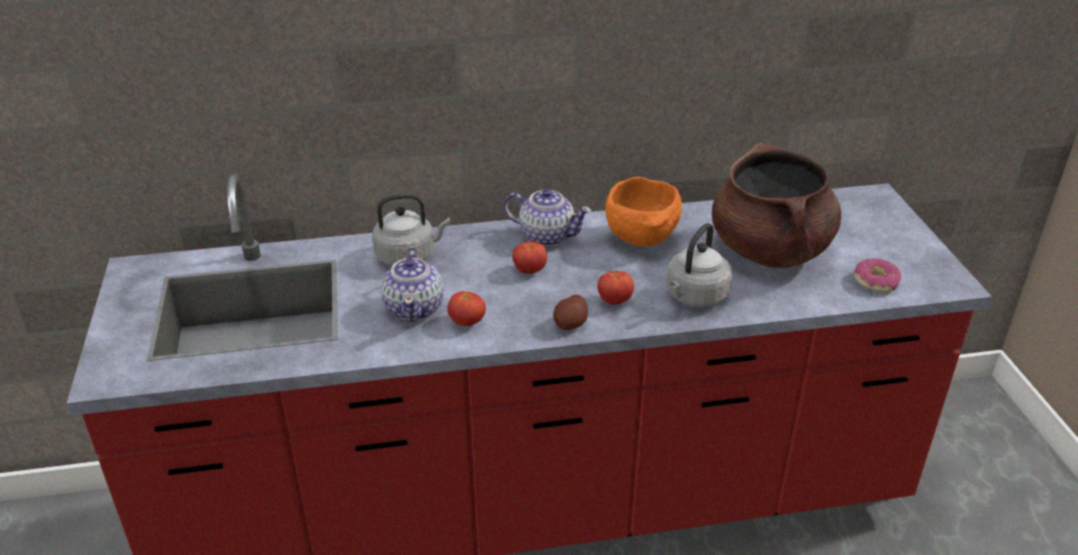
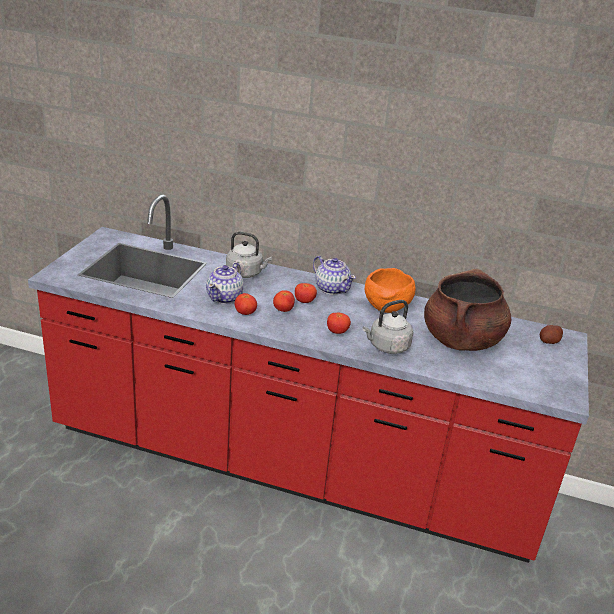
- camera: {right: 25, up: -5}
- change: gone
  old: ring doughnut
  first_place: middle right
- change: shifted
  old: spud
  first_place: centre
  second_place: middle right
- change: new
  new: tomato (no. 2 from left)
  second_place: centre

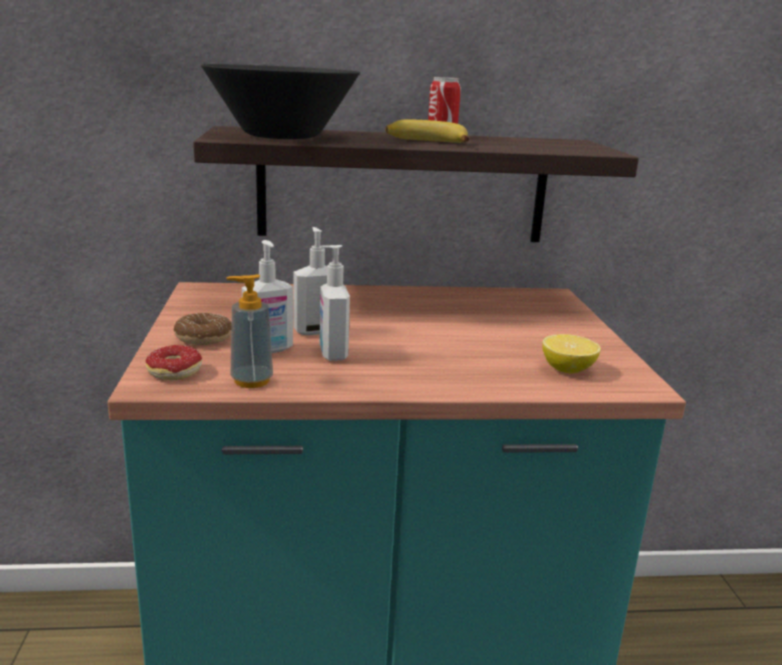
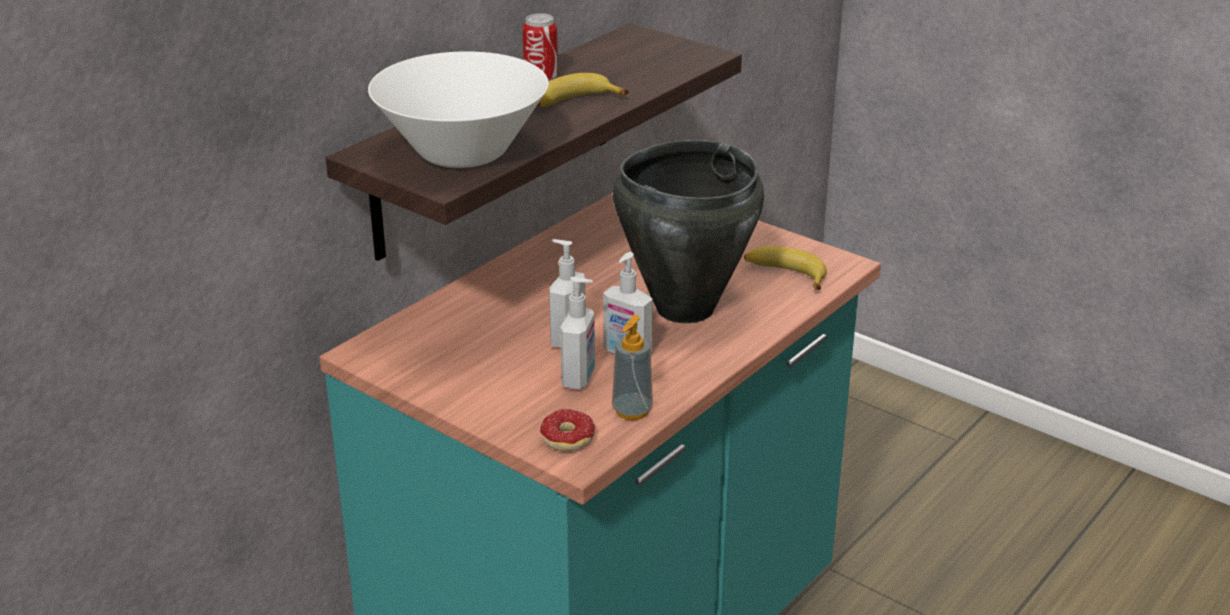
- camera: {right: -45, up: 10}
- change: repainted
  old: blackish bowl
  new: white bowl
  first_place: top centre
  second_place: top centre
- change: gone
  old: ring doughnut (no. 2 from left)
  first_place: middle left
- change: swapped
  old: citrus fruit
  new: banana fruit (no. 2 from left)
  first_place: middle right
  second_place: centre
- change: new
  new: blackish saucepot
  second_place: centre

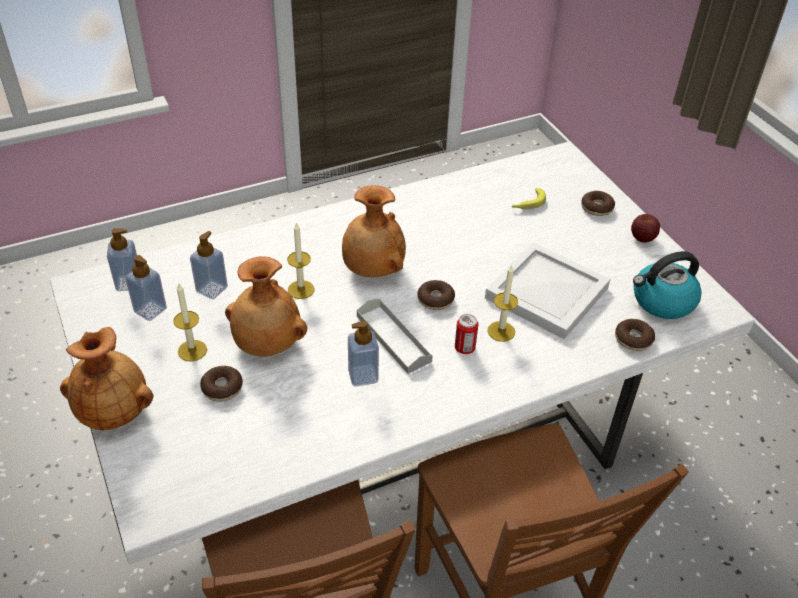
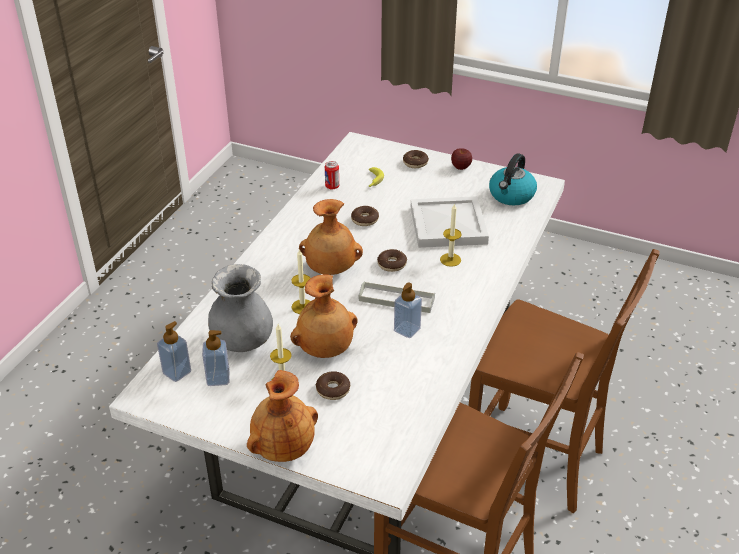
- camera: {right: -40, up: -5}
- change: swapped
  old: liquid soap bottle (no. 3 from left)
  new: grey vase
  first_place: middle left
  second_place: middle left
- change: shifted
  old: metal can
  first_place: centre
  second_place: top centre
- change: shifted
  old: ring doughnut (no. 4 from left in the first image)
  new: ring doughnut (no. 2 from left)
  first_place: middle right
  second_place: centre

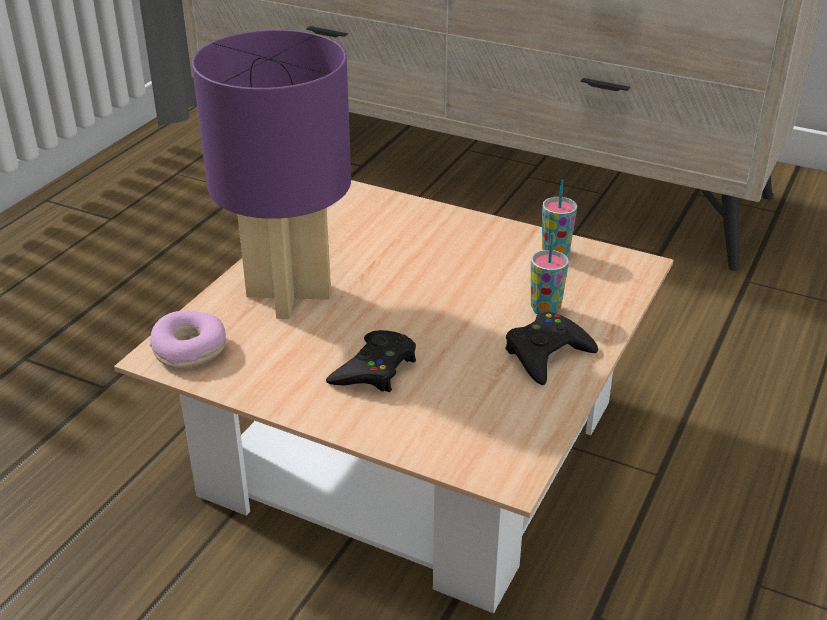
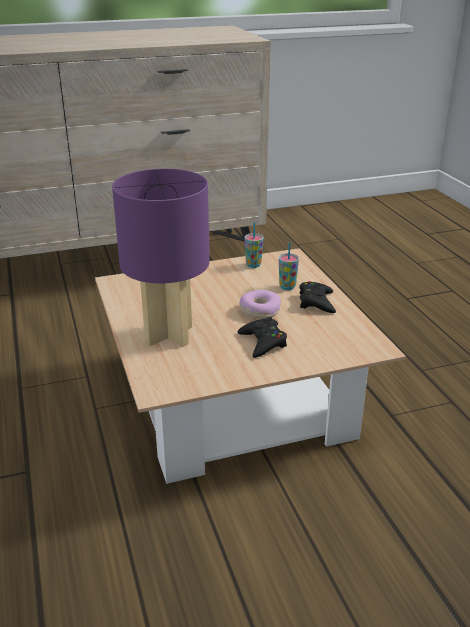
- camera: {right: -45, up: -5}
- change: shifted
  old: ring doughnut
  first_place: middle left
  second_place: centre

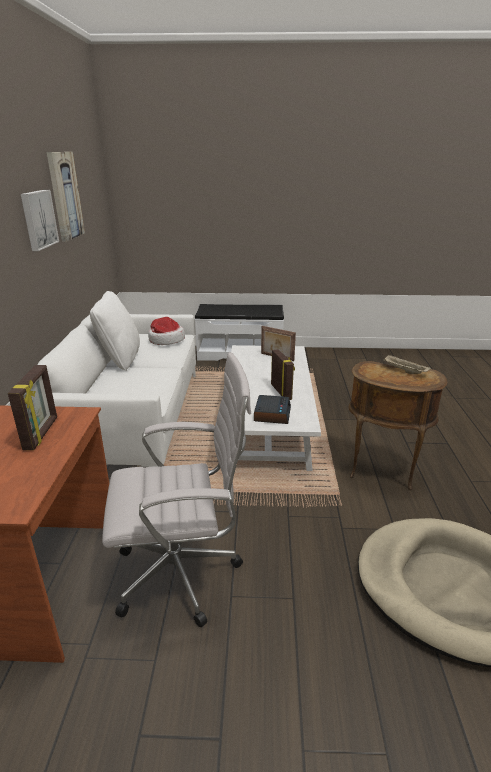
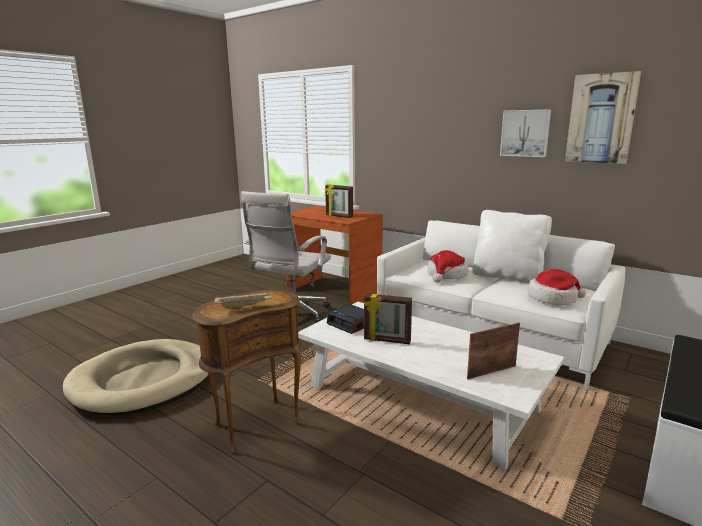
- camera: {right: 125, up: -10}
- change: new
  new: clothing hat (no. 1 from left)
  second_place: centre

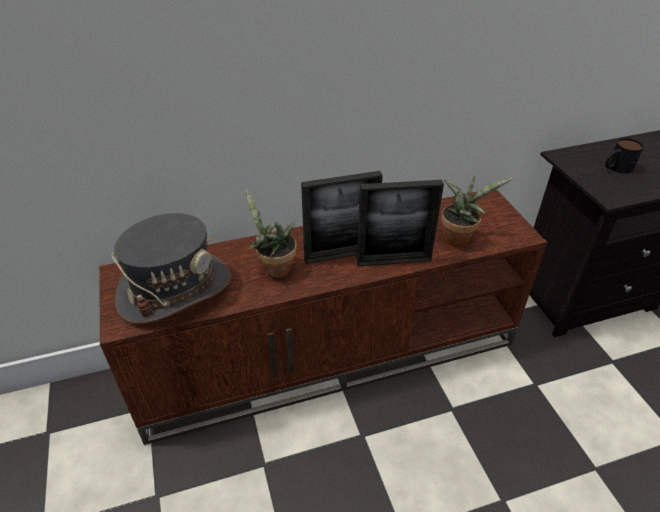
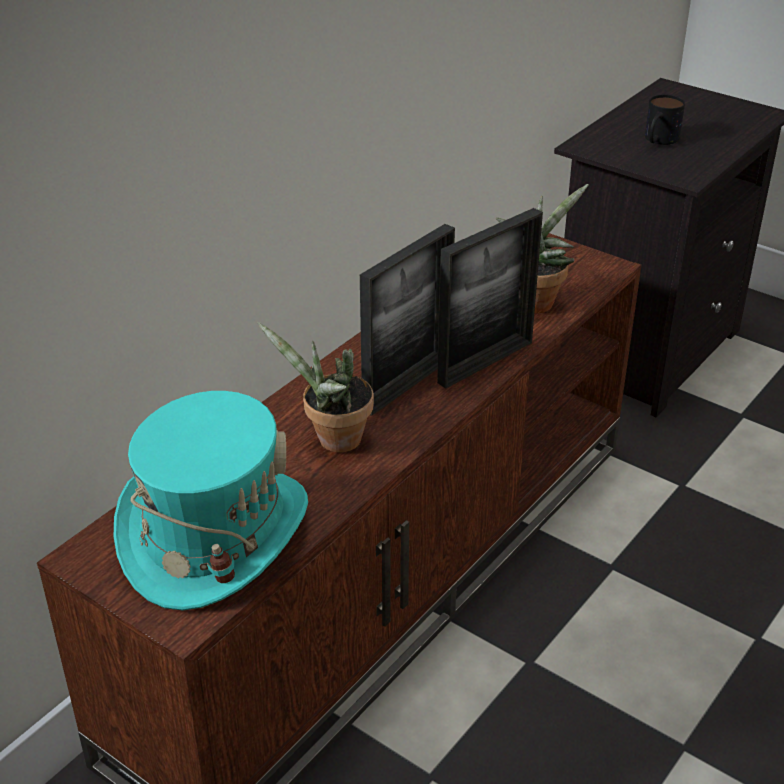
- camera: {right: -35, up: -5}
- change: repainted
  old: grey clothing hat
  new: turquoise clothing hat
  first_place: middle left
  second_place: middle left

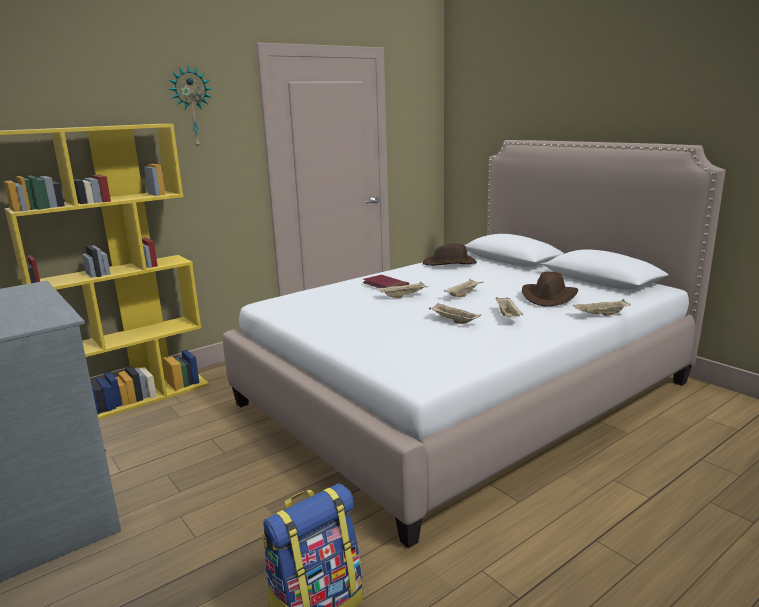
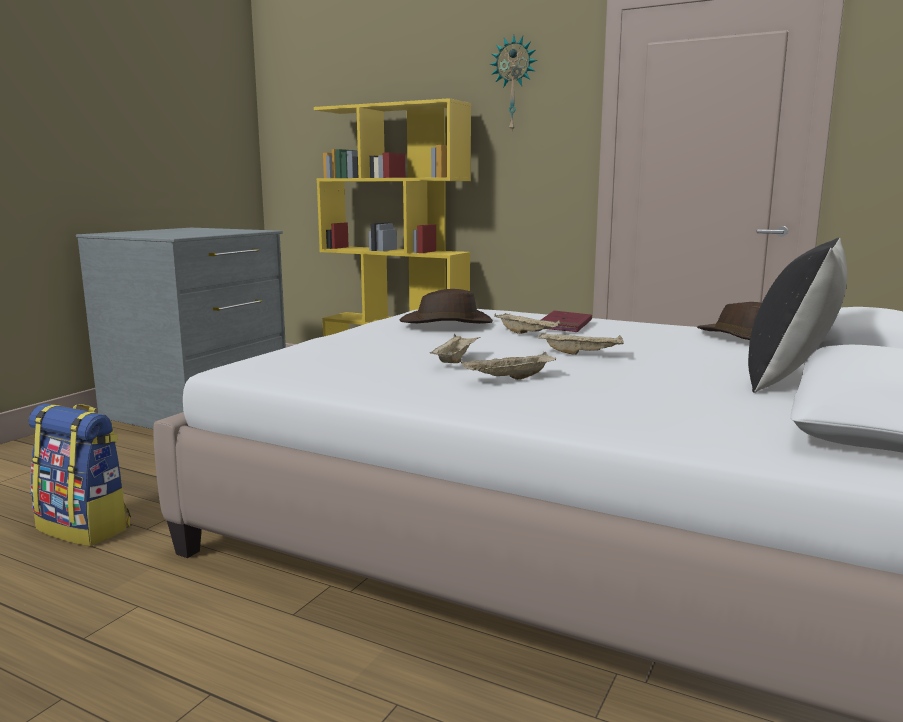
- camera: {right: 65, up: -5}
- change: shifted
  old: brown-coloured clothing hat (no. 2 from left in the first image)
  new: brown-coloured clothing hat (no. 1 from left)
  first_place: middle right
  second_place: centre
- change: gone
  old: beige-coloured carrying tray (no. 5 from left)
  first_place: middle right
- change: new
  new: blackish throw pillow
  second_place: middle right

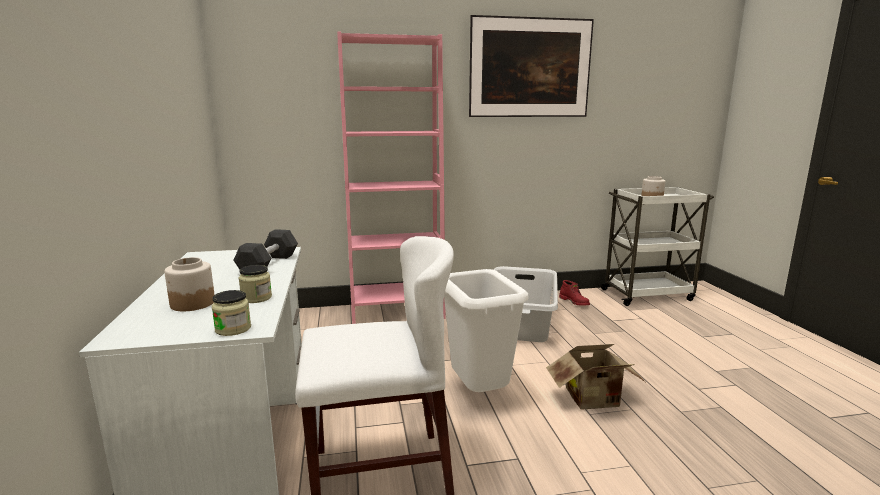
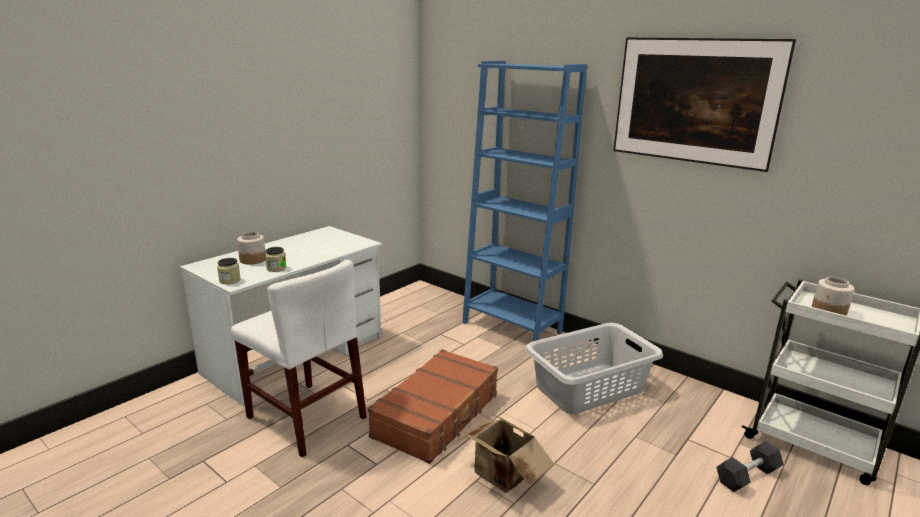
- camera: {right: 50, up: 5}
- change: repainted
  old: pinkish bookshelf
  new: blue-coloured bookshelf
  first_place: centre
  second_place: centre
- change: shifted
  old: blackish hand weight
  first_place: middle left
  second_place: bottom right
- change: swapped
  old: white waste bin
  new: brown-coloured suitcase
  first_place: bottom centre
  second_place: bottom centre
- change: gone
  old: red tall boot
  first_place: centre

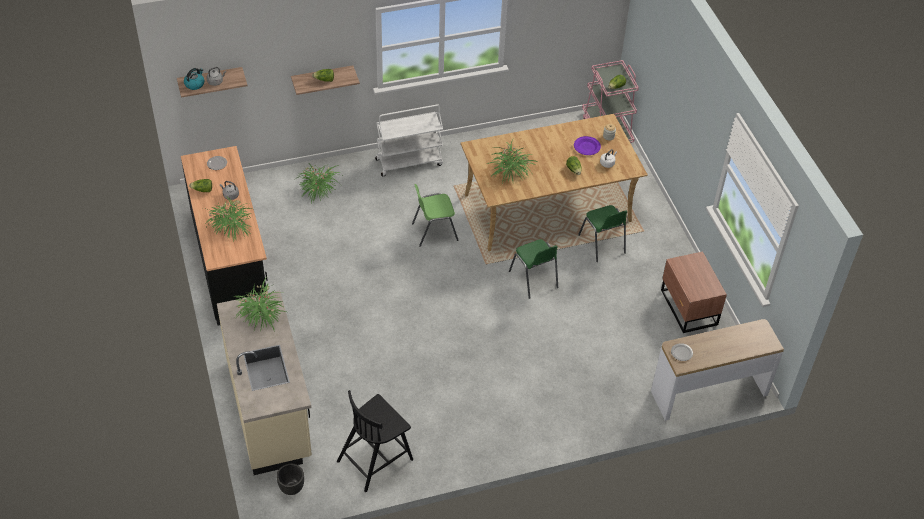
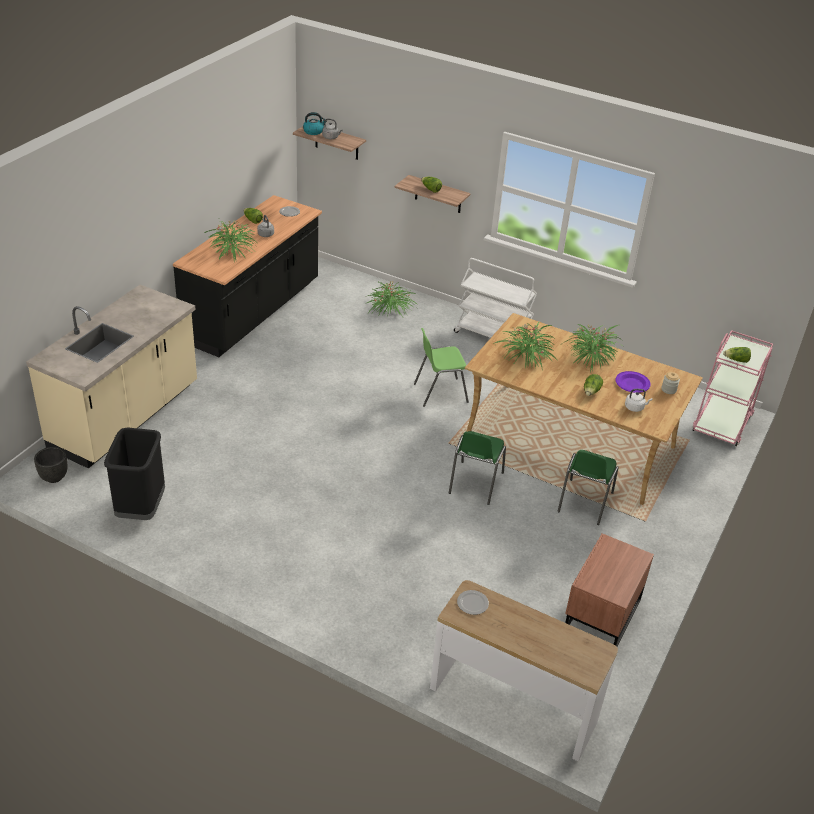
- camera: {right: 45, up: -10}
- change: rotated
  old: greenish plain chair (no. 1 from left)
  first_place: centre
  second_place: centre
  degrees: -45
- change: shifted
  old: houseplant (no. 2 from left in the first image)
  new: houseplant (no. 4 from left)
  first_place: middle left
  second_place: middle right
- change: swapped
  old: blackish plain chair
  new: blackish waste bin
  first_place: bottom centre
  second_place: middle left

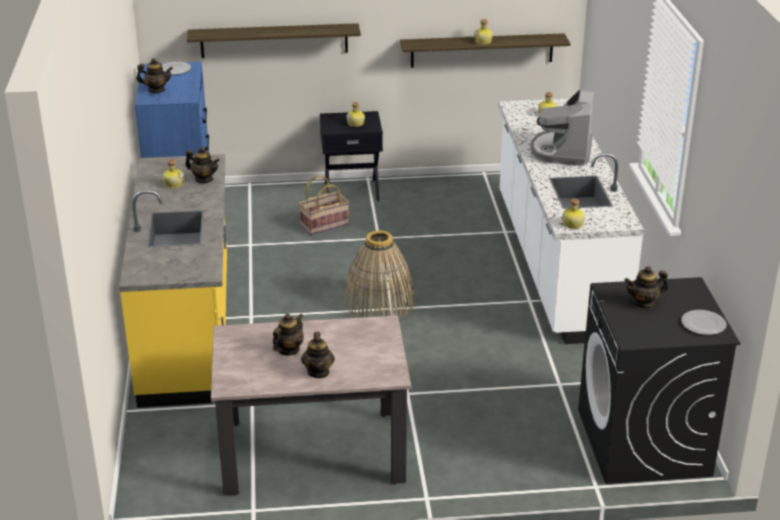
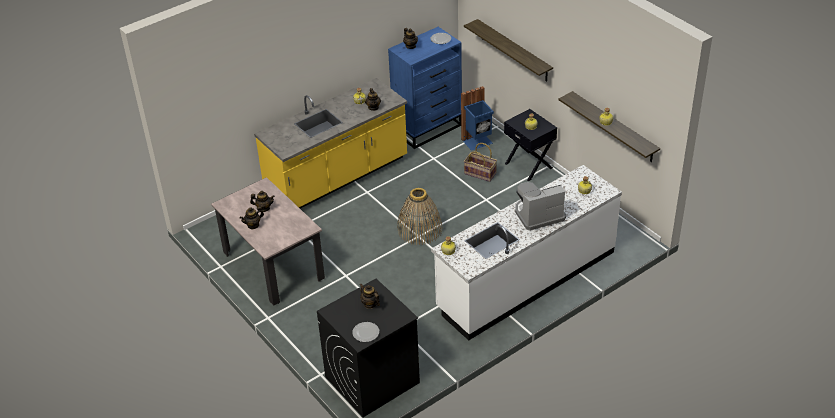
- camera: {right: 60, up: 10}
- change: new
  new: blue-coloured waste bin
  second_place: top centre

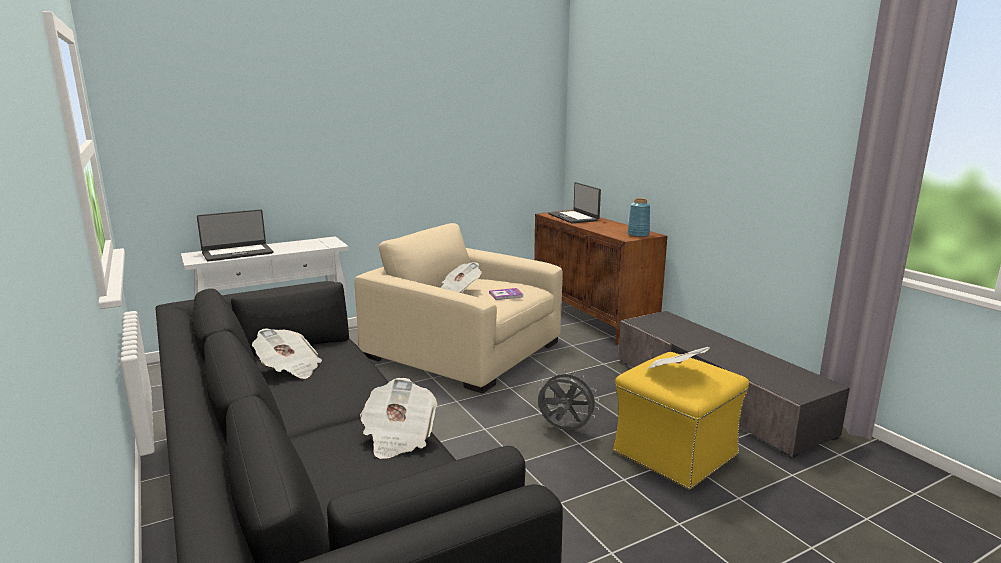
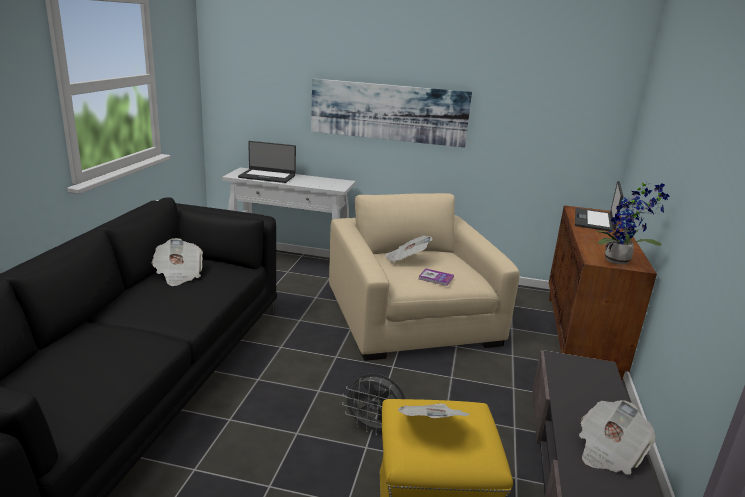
- camera: {right: 40, up: 5}
- change: swapped
  old: blue-coloured vase
  new: houseplant
  first_place: centre
  second_place: middle right
- change: rotated
  old: grey fan
  first_place: bottom centre
  second_place: bottom centre
  degrees: 135
- change: shifted
  old: newspaper (no. 2 from left in the first image)
  new: newspaper (no. 4 from left)
  first_place: bottom centre
  second_place: bottom right
- change: new
  new: picture
  second_place: top centre

